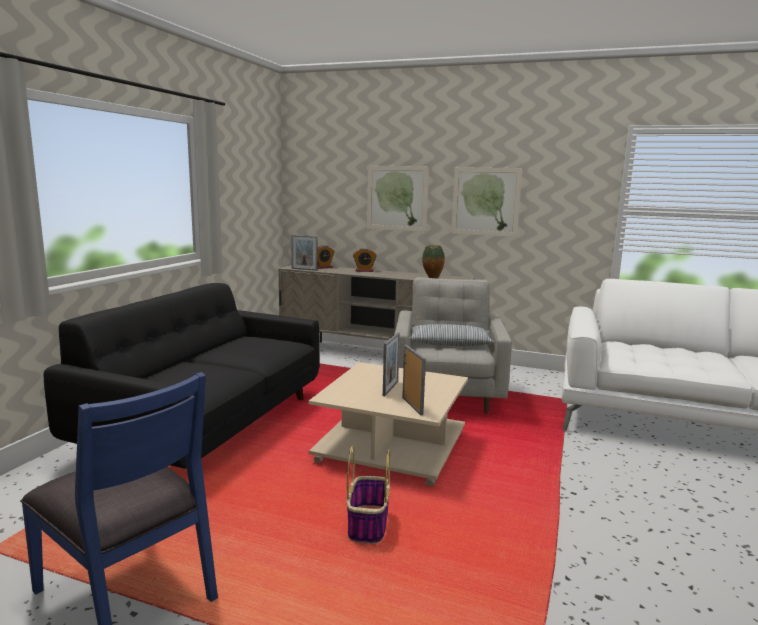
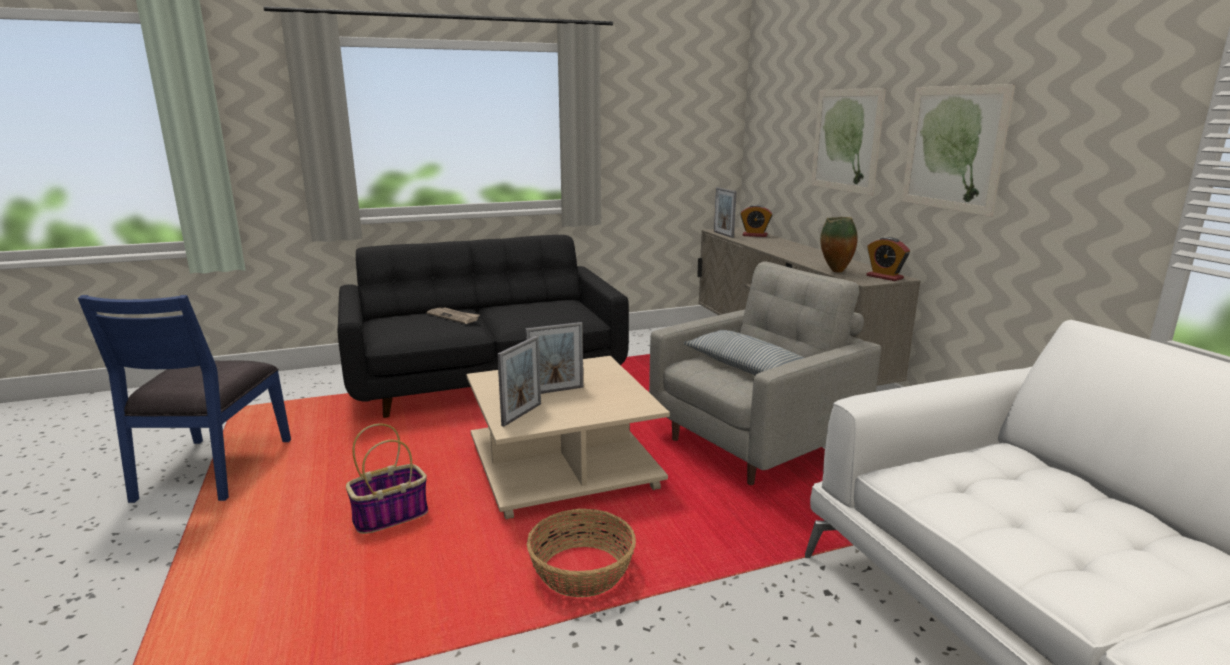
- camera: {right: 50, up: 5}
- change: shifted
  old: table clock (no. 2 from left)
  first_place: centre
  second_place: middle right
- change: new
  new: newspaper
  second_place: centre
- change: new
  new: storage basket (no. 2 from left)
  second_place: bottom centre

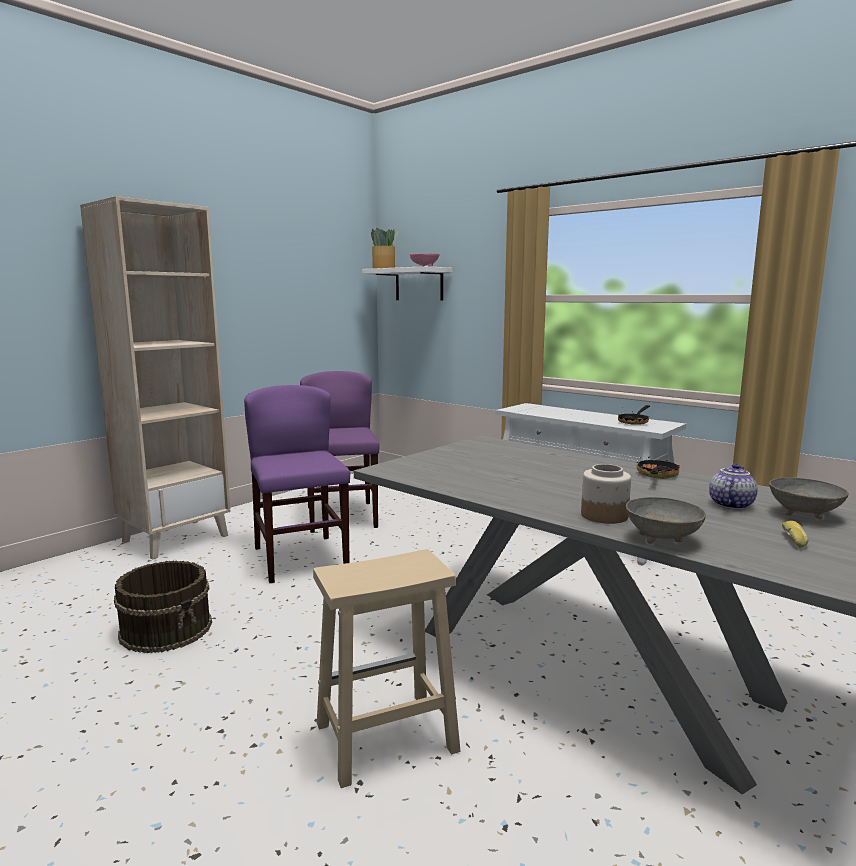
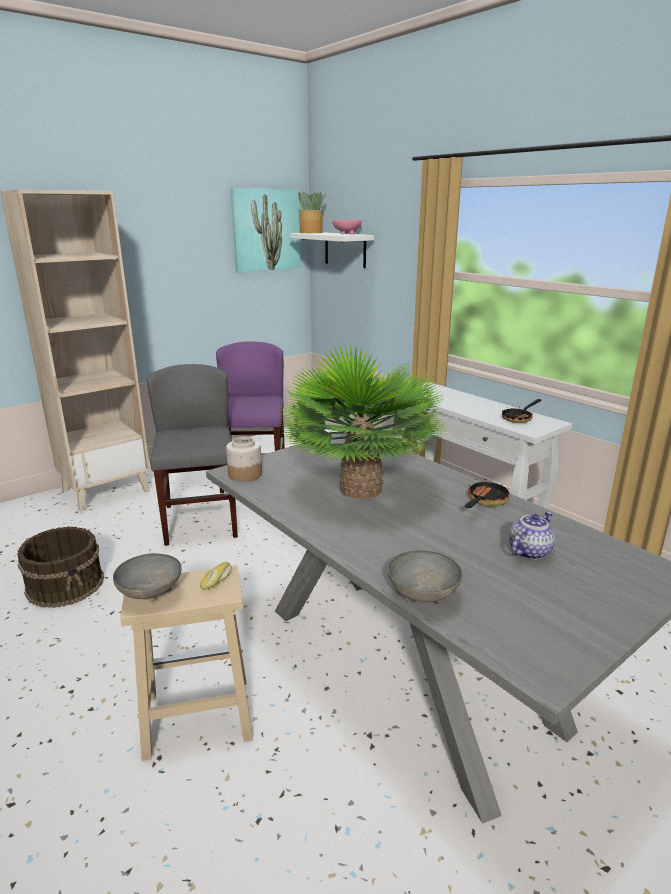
- camera: {right: 10, up: 10}
- change: repainted
  old: purple-coloured plain chair (no. 1 from left)
  new: grey plain chair
  first_place: centre
  second_place: middle left
- change: shifted
  old: jar
  first_place: middle right
  second_place: centre
- change: shifted
  old: grey bowl (no. 2 from left in the first image)
  new: grey bowl (no. 1 from left)
  first_place: middle right
  second_place: middle left
- change: shifted
  old: baked bread
  first_place: middle right
  second_place: middle left
- change: new
  new: picture
  second_place: top centre
- change: new
  new: houseplant (no. 2 from left)
  second_place: centre

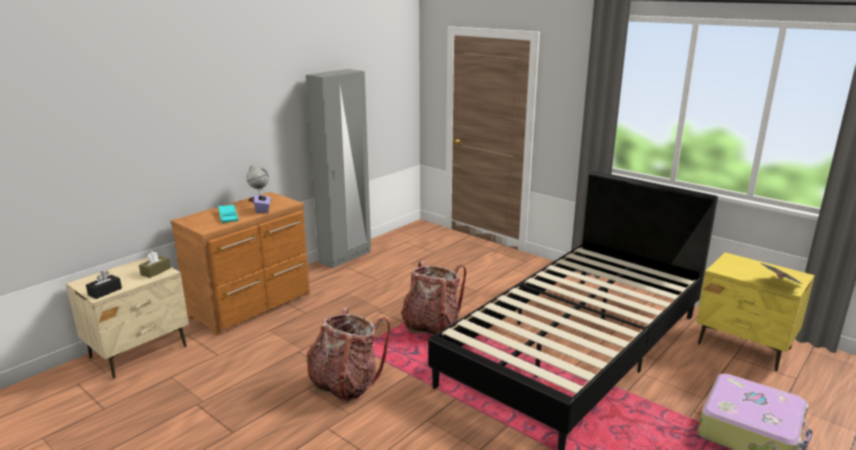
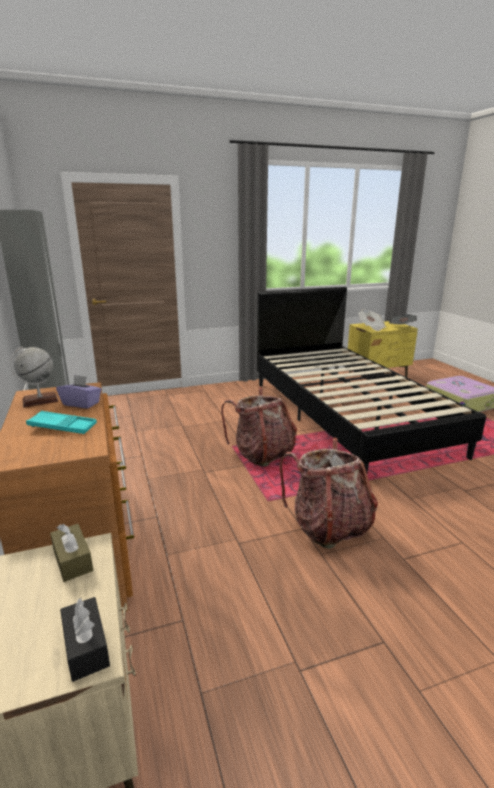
- camera: {right: -60, up: 0}
- change: new
  new: newspaper (no. 1 from left)
  second_place: middle right

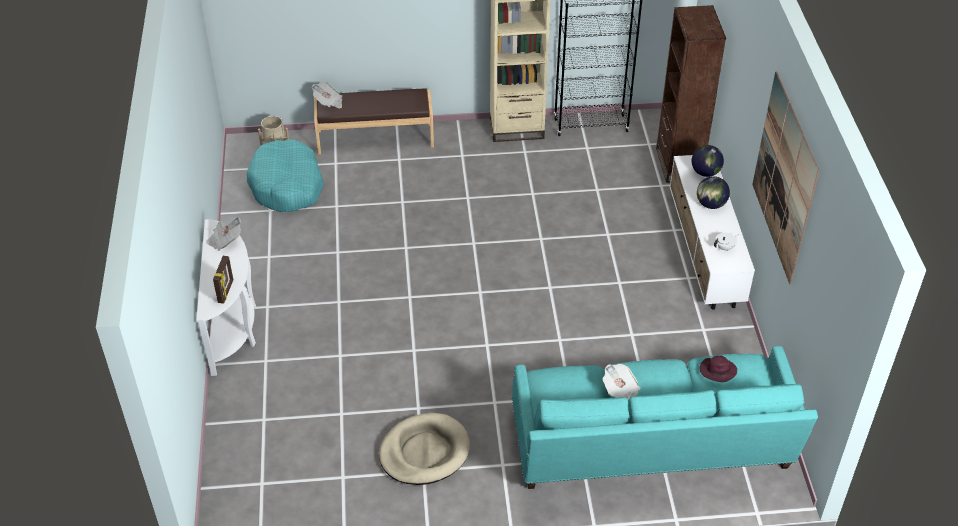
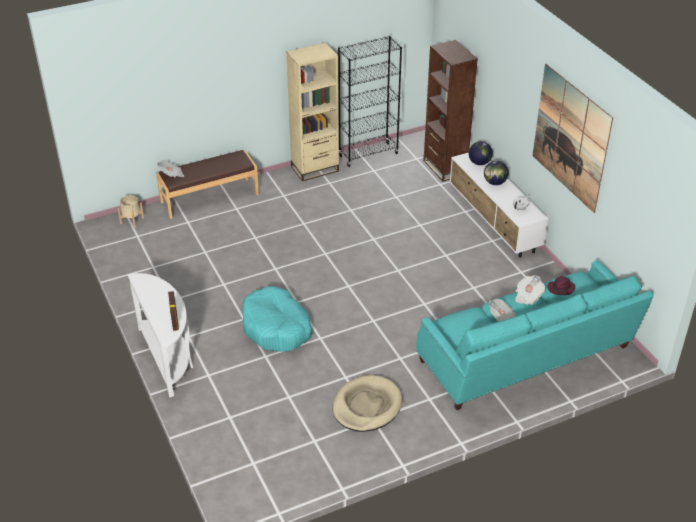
- camera: {right: -20, up: -5}
- change: shifted
  old: turquoise dog cushion
  first_place: top left
  second_place: centre
- change: shifted
  old: newspaper (no. 1 from left in the first image)
  new: newspaper (no. 3 from left)
  first_place: middle left
  second_place: middle right

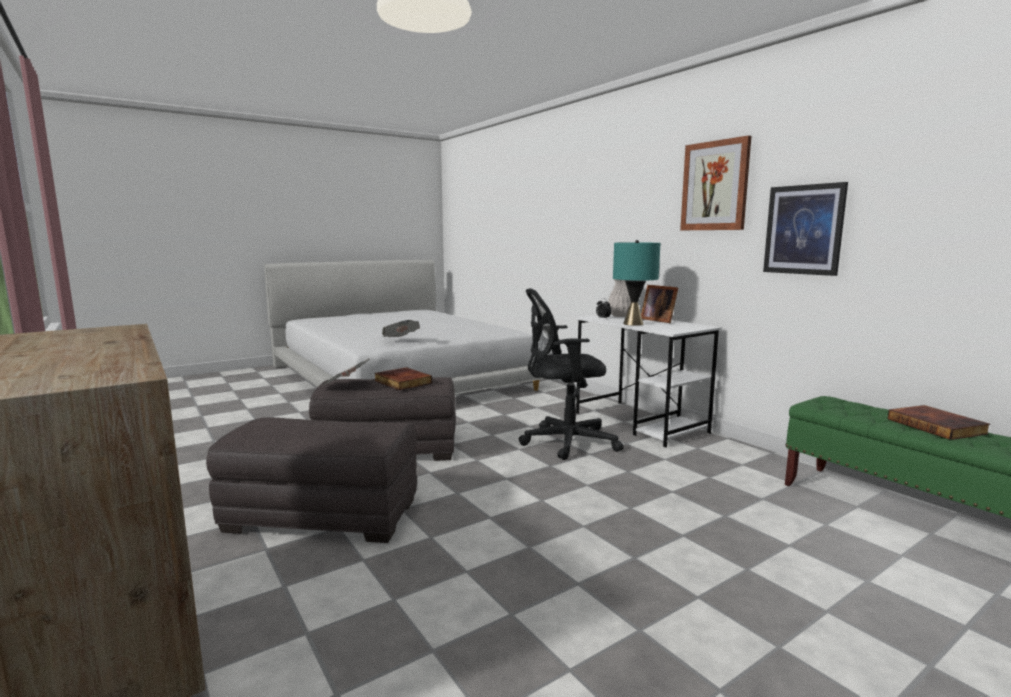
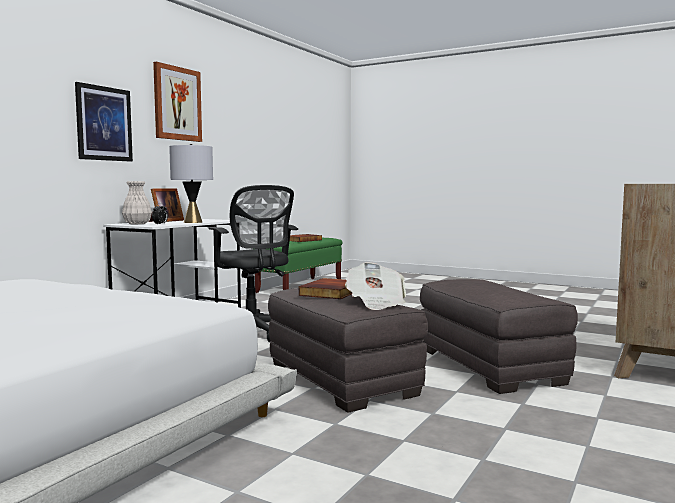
- camera: {right: -115, up: -5}
- change: shifted
  old: picture (no. 2 from left in the first image)
  new: picture (no. 1 from left)
  first_place: top right
  second_place: top left
- change: repainted
  old: turquoise table lamp
  new: grey table lamp
  first_place: centre
  second_place: middle left
- change: gone
  old: newspaper (no. 2 from left)
  first_place: centre

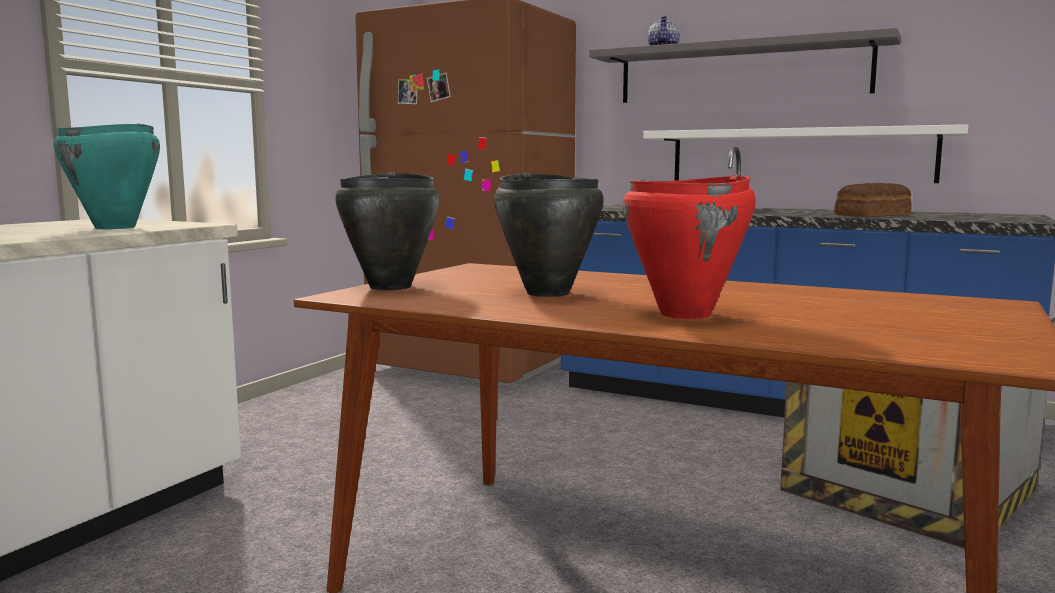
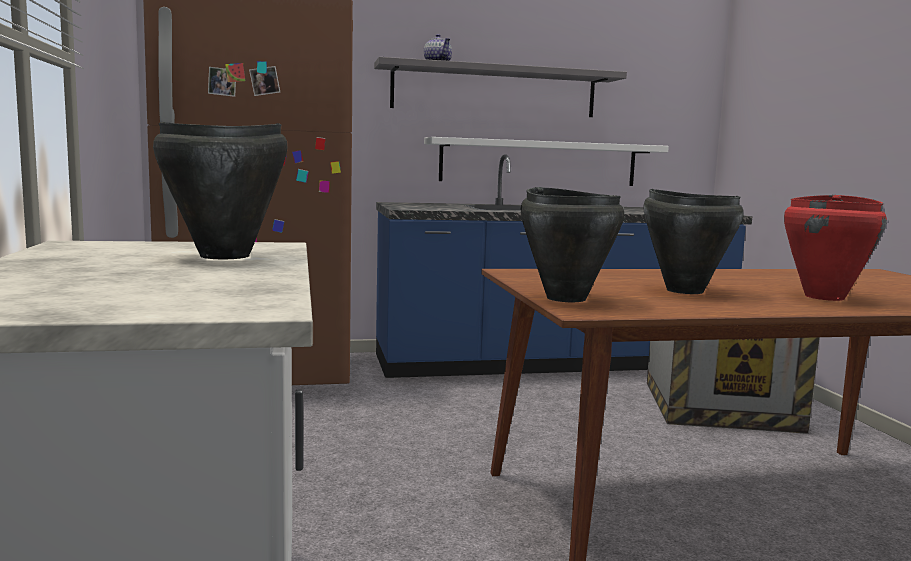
- camera: {right: -40, up: 0}
- change: repainted
  old: turquoise saucepot
  new: blackish saucepot (no. 1 from left)
  first_place: top left
  second_place: middle left
- change: gone
  old: baked bread
  first_place: middle right

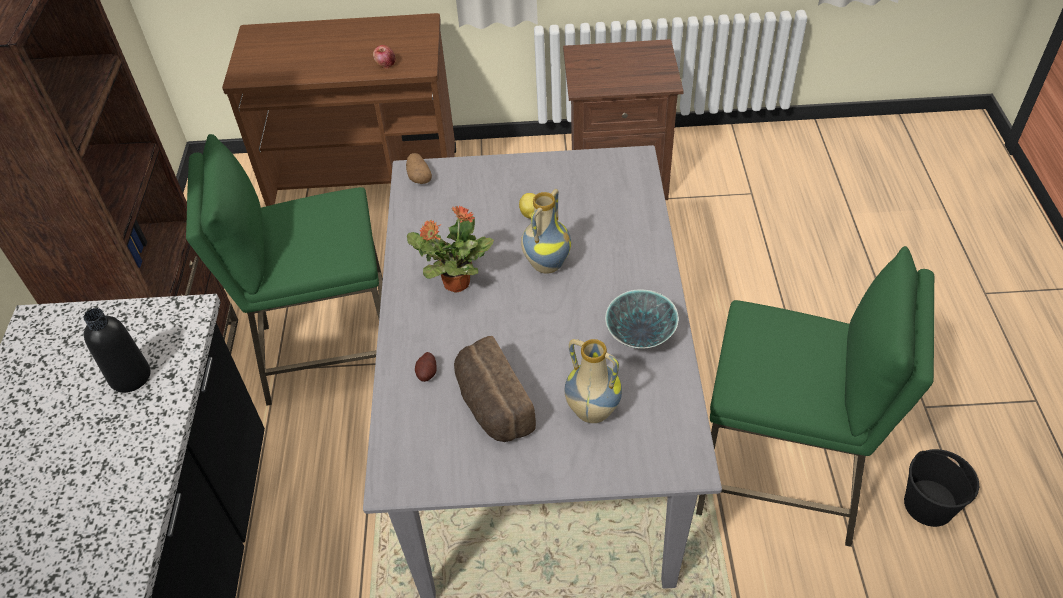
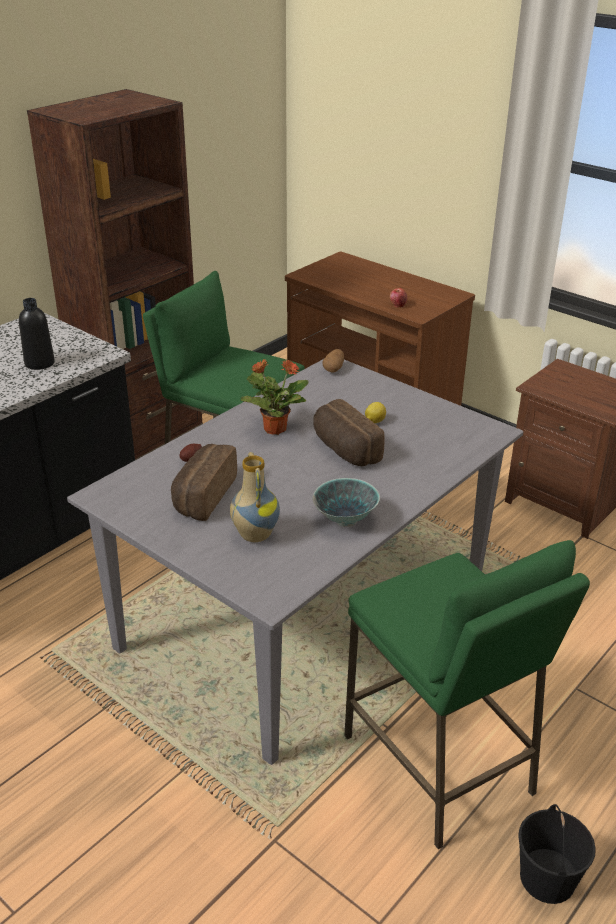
- camera: {right: 40, up: -15}
- change: swapped
  old: vase (no. 1 from left)
  new: baked bread (no. 2 from left)
  first_place: centre
  second_place: centre

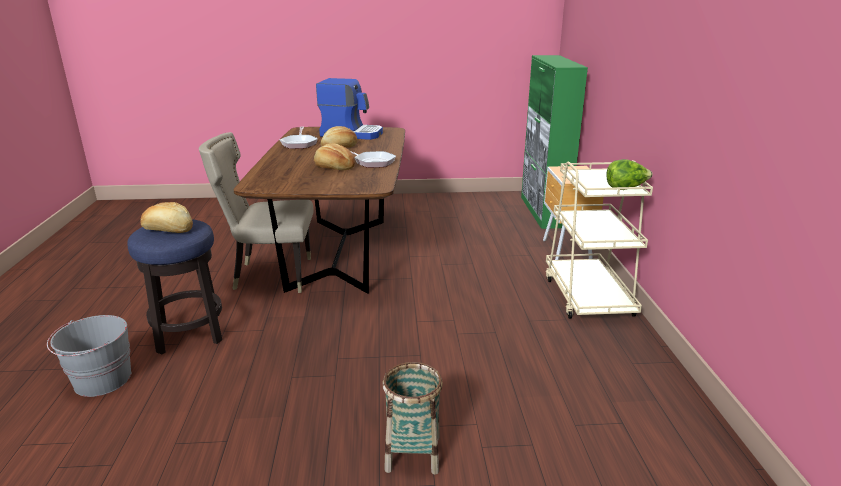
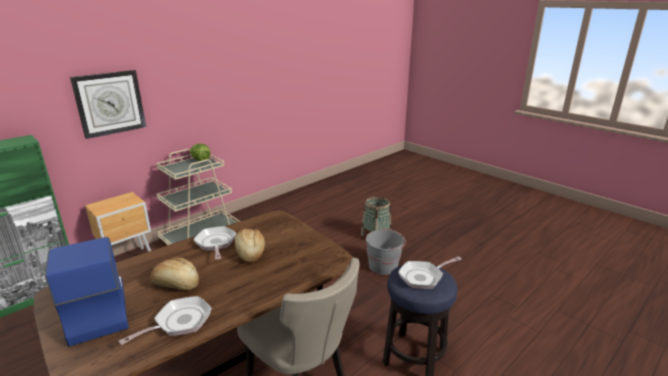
- camera: {right: -130, up: 0}
- change: swapped
  old: baked bread (no. 1 from left)
  new: skillet (no. 3 from left)
  first_place: middle left
  second_place: bottom centre
- change: shifted
  old: grey bucket
  first_place: bottom left
  second_place: bottom centre
- change: new
  new: wall clock
  second_place: top left

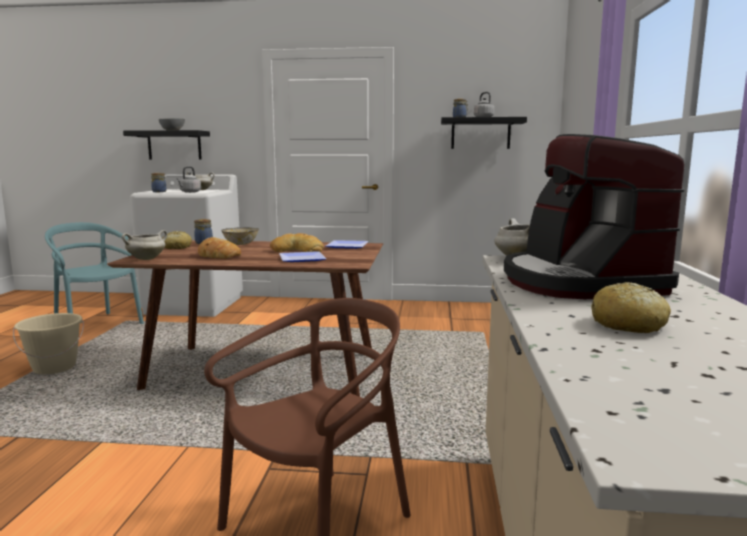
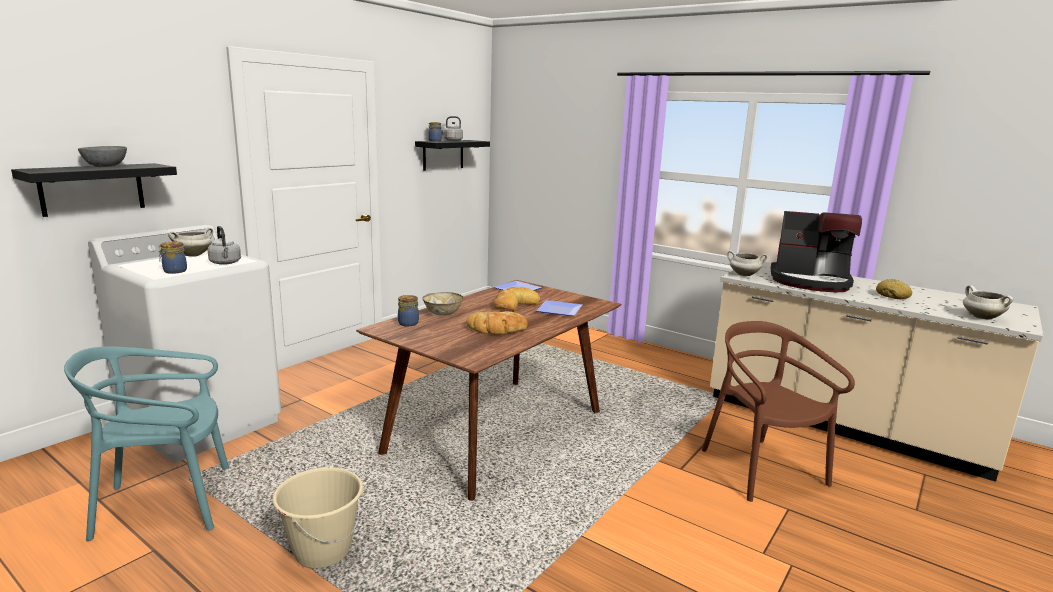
- camera: {right: -60, up: 5}
- change: shifted
  old: white saucepot (no. 1 from left in the first image)
  new: white saucepot (no. 3 from left)
  first_place: middle left
  second_place: middle right
- change: gone
  old: baked bread (no. 1 from left)
  first_place: middle left

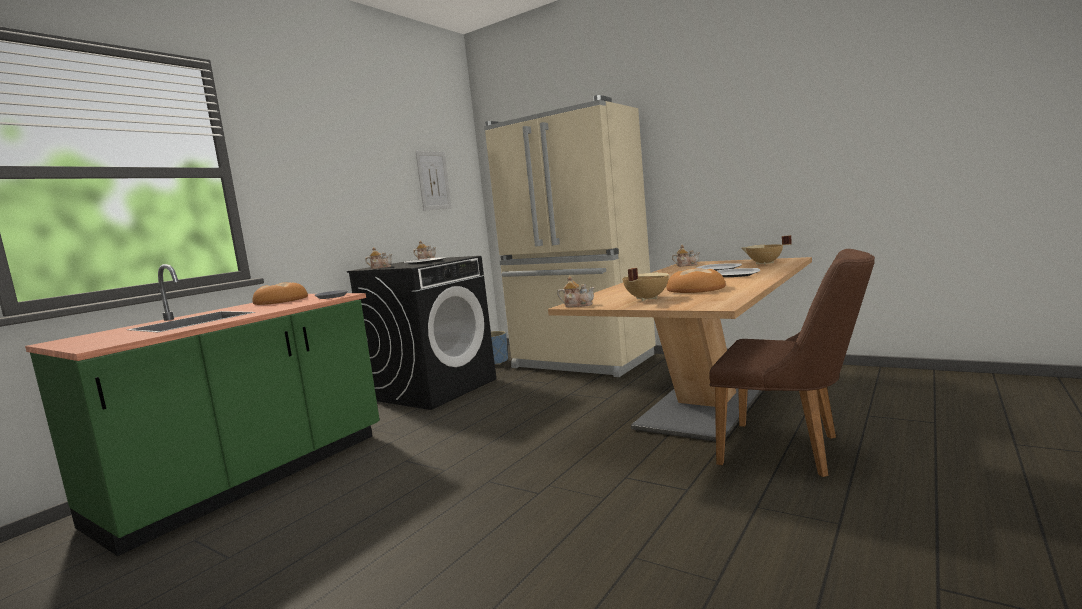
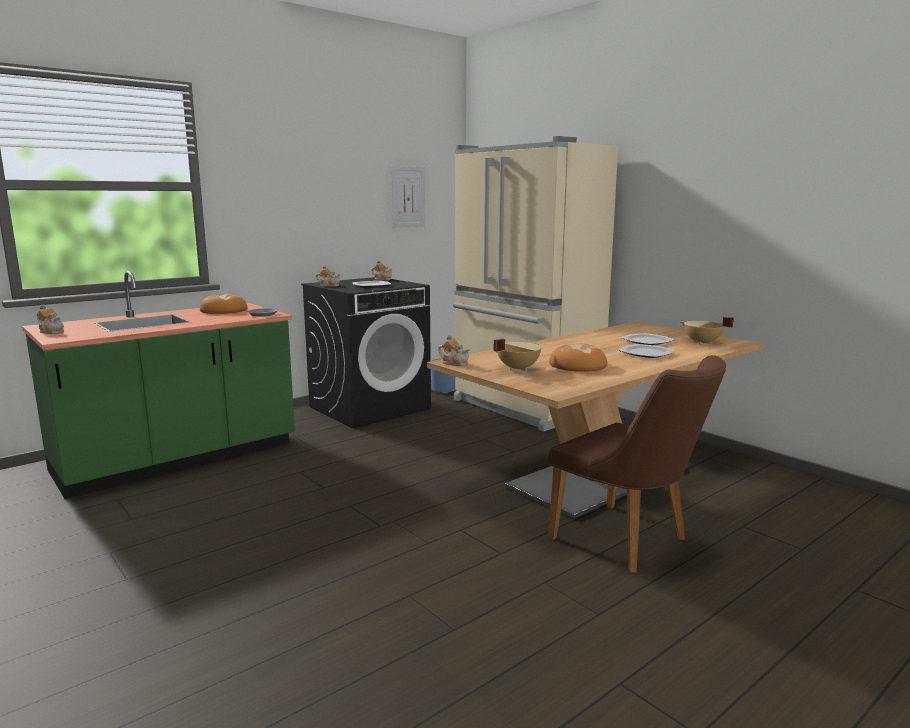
- camera: {right: 15, up: 5}
- change: shifted
  old: teapot (no. 4 from left in the first image)
  new: teapot (no. 1 from left)
  first_place: centre
  second_place: middle left

